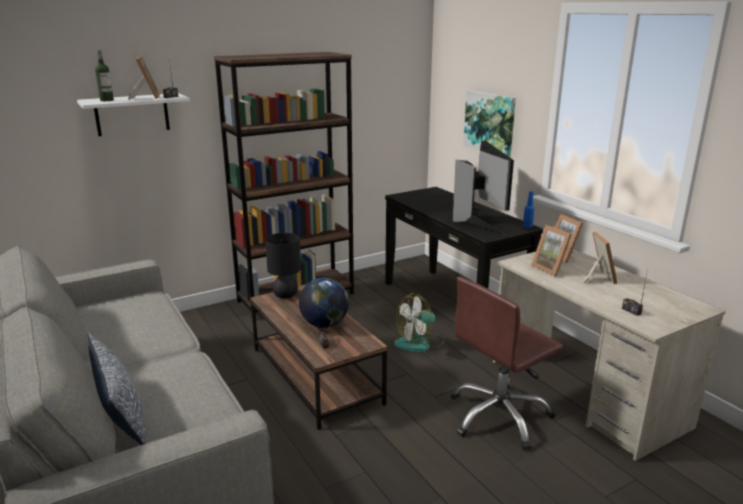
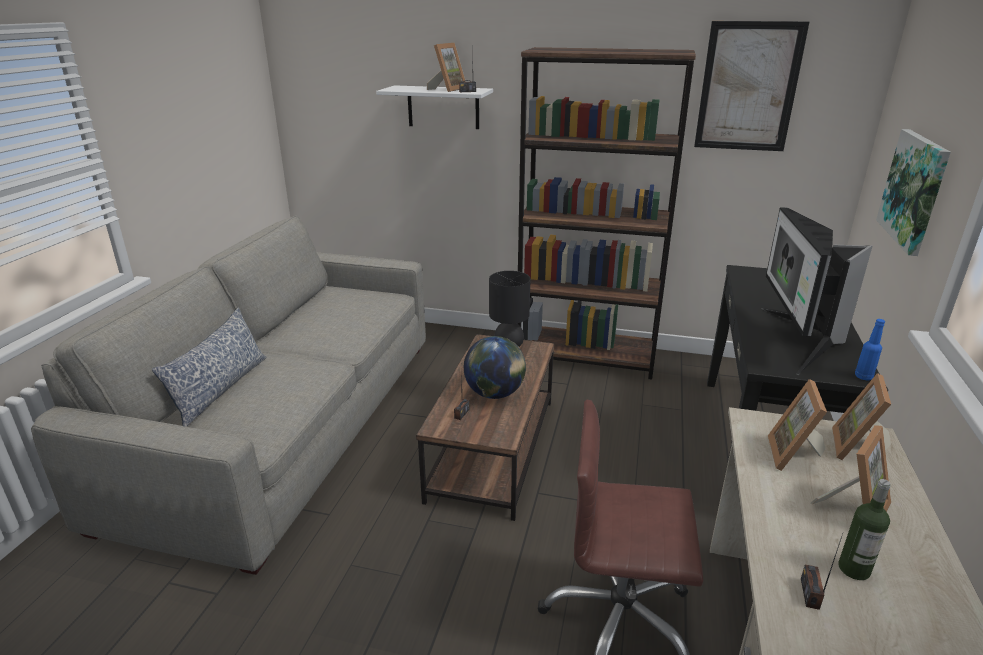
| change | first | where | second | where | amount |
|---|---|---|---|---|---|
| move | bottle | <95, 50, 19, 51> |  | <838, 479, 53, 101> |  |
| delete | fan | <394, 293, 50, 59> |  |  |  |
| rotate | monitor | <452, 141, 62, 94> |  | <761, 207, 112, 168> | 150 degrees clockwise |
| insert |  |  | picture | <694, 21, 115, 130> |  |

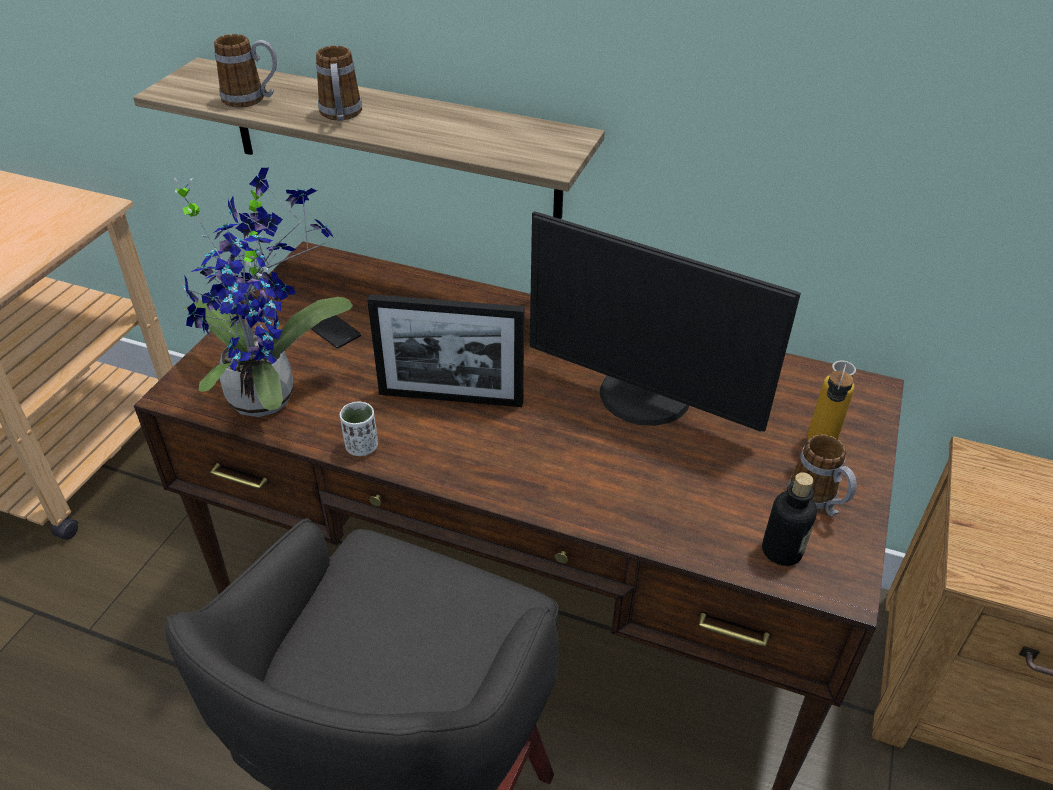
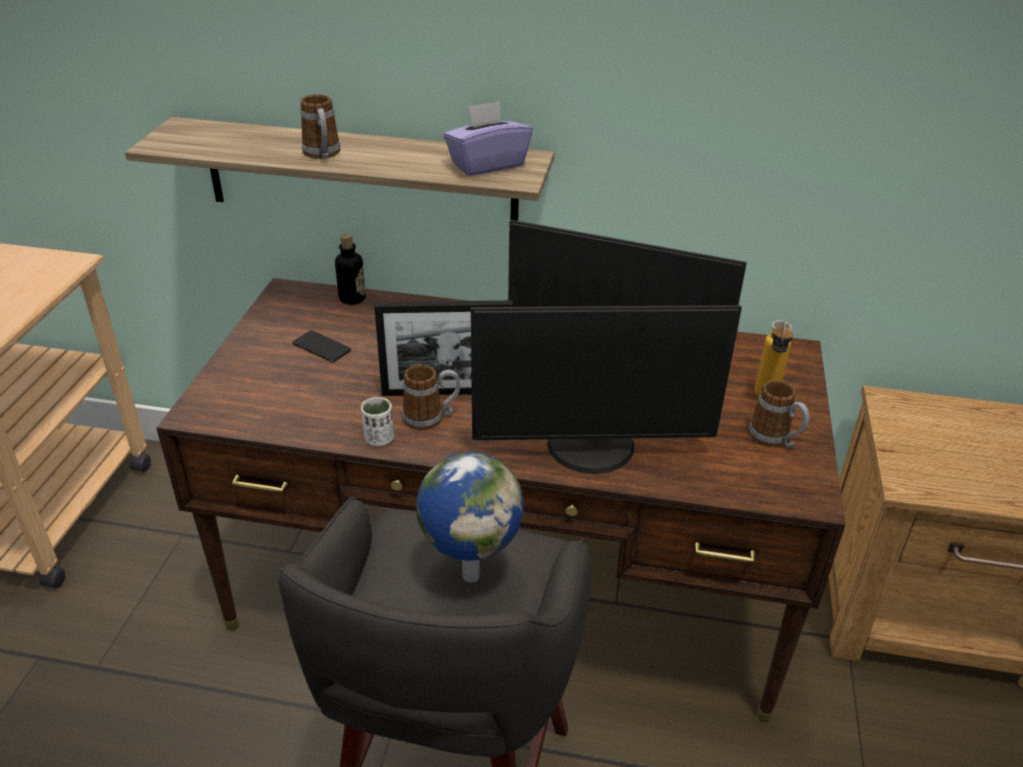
| change | first | where | second | where | amount |
|---|---|---|---|---|---|
| delete | potted_plant | <174, 168, 179, 249> |  |  |  |
| move | mug | <214, 34, 63, 74> |  | <402, 364, 58, 66> |  |
| move | bottle | <762, 472, 55, 94> |  | <335, 234, 31, 71> |  |
| insert |  |  | globe | <416, 452, 108, 131> |  |
| insert |  |  | purple_tissue_box | <444, 101, 89, 75> |  |
| insert |  |  | monitor | <471, 305, 271, 169> |  |

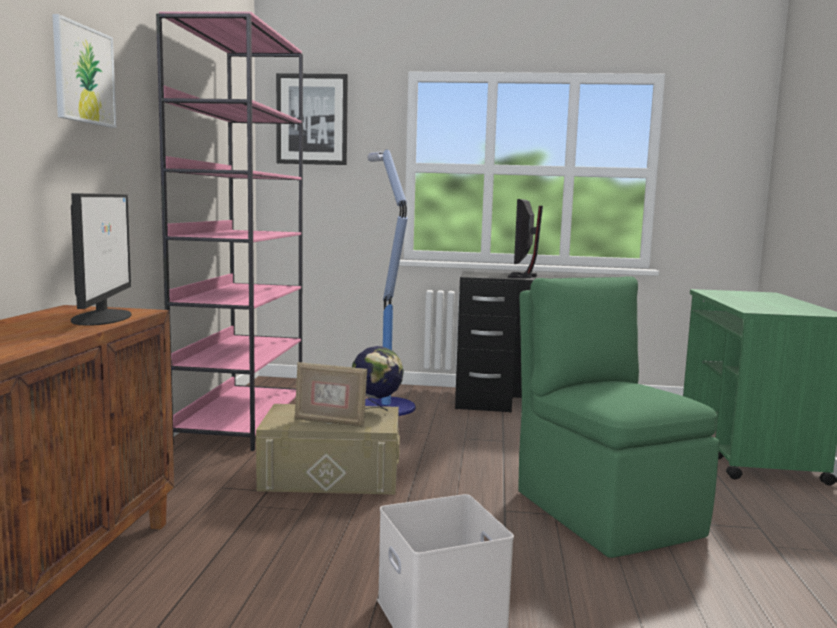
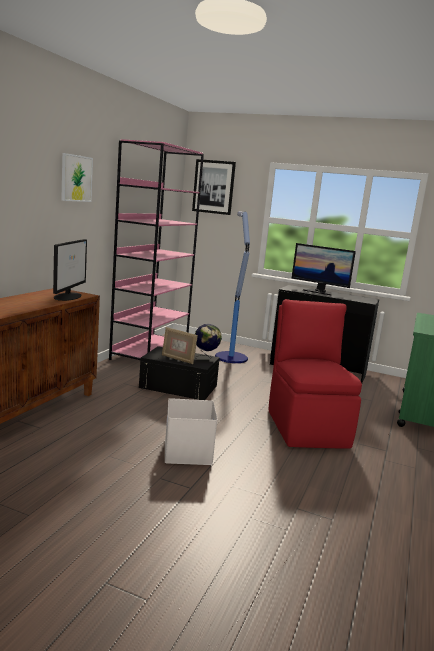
| change | first | where | second | where | amount |
|---|---|---|---|---|---|
| recolor | beige_storage_box | <256, 404, 144, 91> | black_storage_box | <139, 346, 81, 54> |  |
| rotate | monitor | <508, 199, 35, 79> |  | <292, 243, 64, 53> | 90 degrees counterclockwise |
| recolor | green_chair | <518, 276, 201, 282> | red_chair | <268, 299, 94, 150> |  |

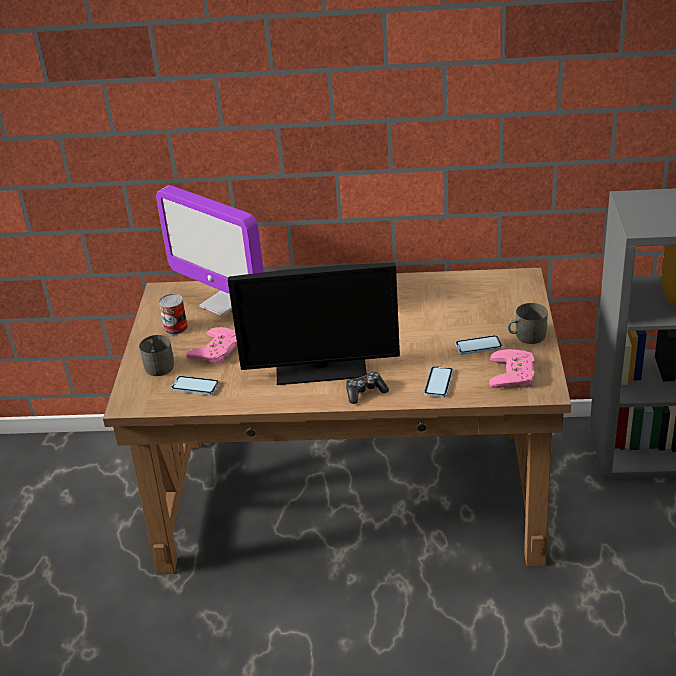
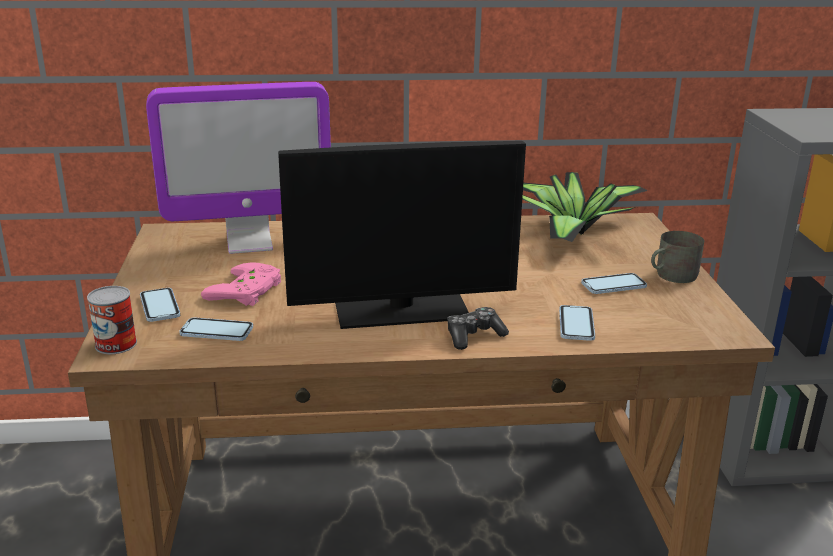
| change | first | where | second | where | amount |
|---|---|---|---|---|---|
| replace | grey_mug | <139, 335, 35, 41> | phone | <140, 288, 40, 34> |  |
| rotate | monitor | <156, 185, 108, 131> |  | <146, 82, 185, 172> | 45 degrees counterclockwise |
| move | can | <159, 294, 29, 41> |  | <87, 286, 50, 68> |  |
| delete | pink_game_controller | <489, 349, 46, 39> |  |  |  |
| insert |  |  | potted_plant | <522, 172, 126, 70> |  |

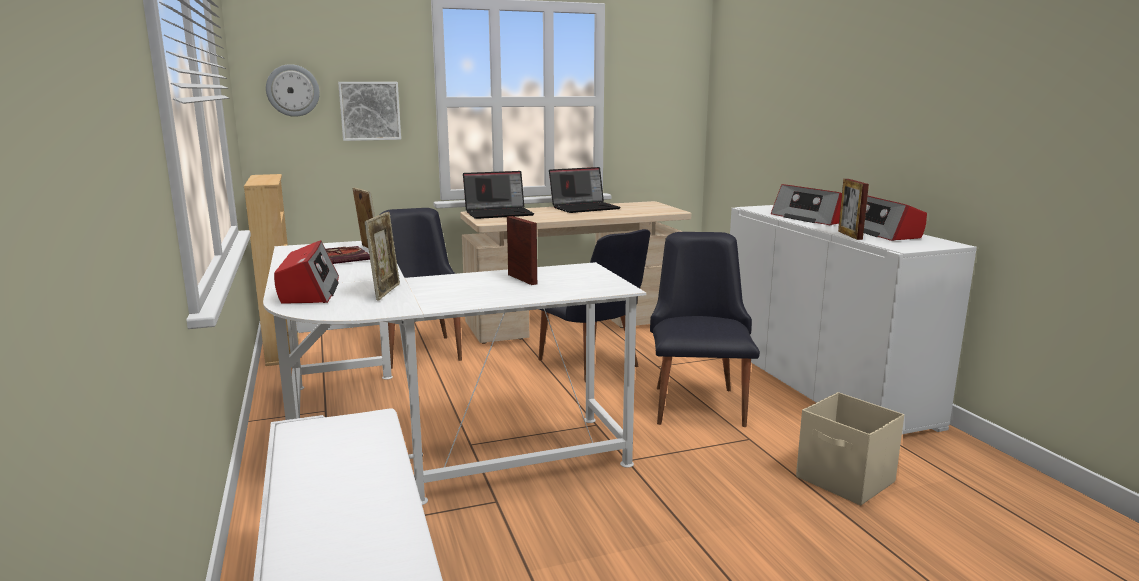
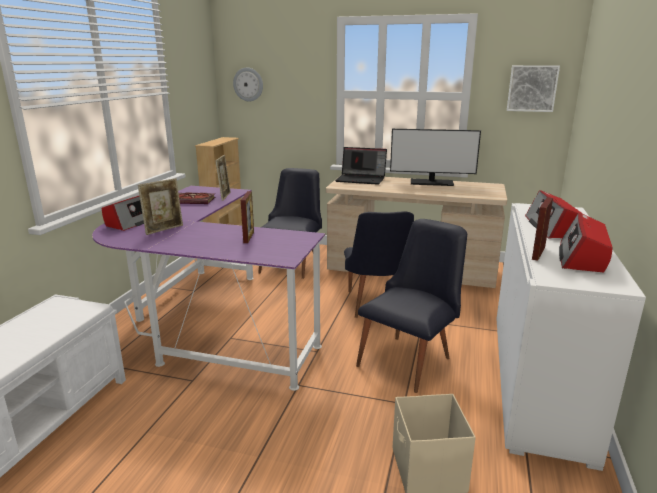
| change | first | where | second | where | amount |
|---|---|---|---|---|---|
| recolor | white_desk | <263, 241, 383, 264> | purple_desk | <92, 186, 233, 205> |  |
| move | picture | <338, 82, 63, 59> |  | <507, 65, 53, 47> |  |
| replace | laptop | <549, 167, 72, 46> | monitor | <390, 129, 91, 57> |  |

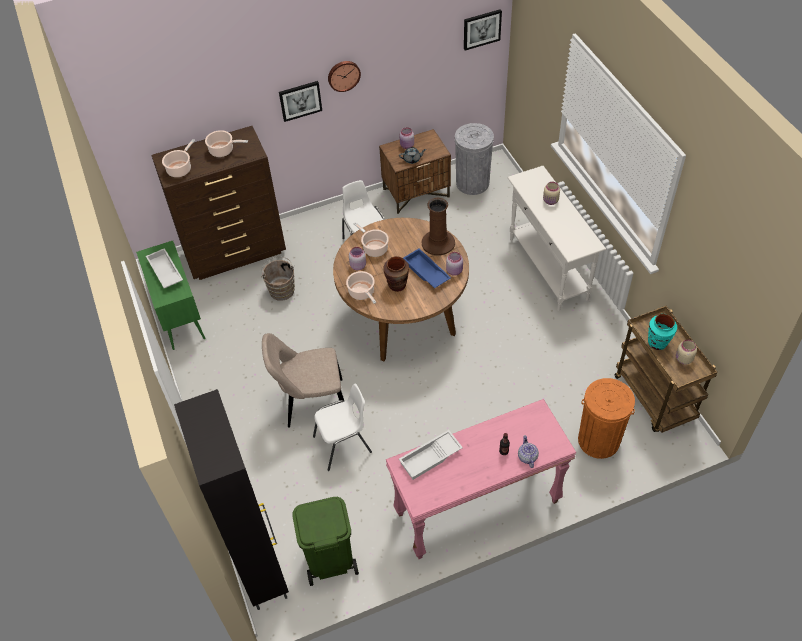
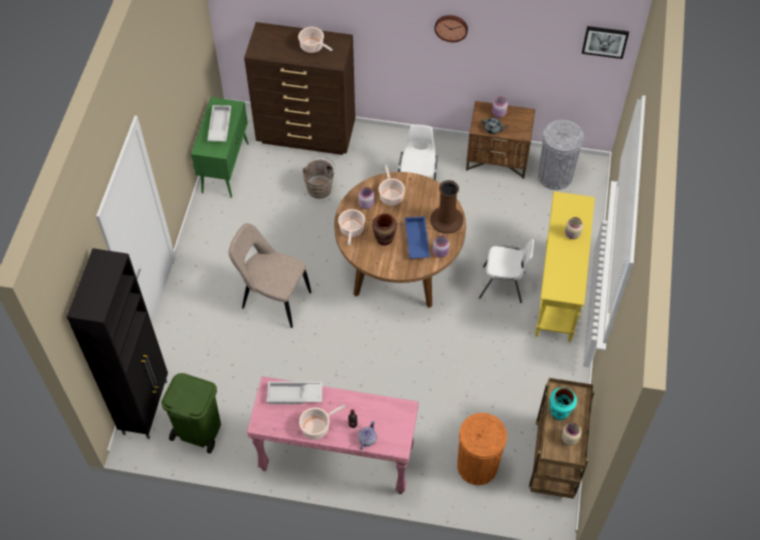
| change | first | where | second | where | amount |
|---|---|---|---|---|---|
| move | cooking_pot | <162, 139, 33, 38> |  | <299, 405, 46, 34> |  |
| delete | picture | <279, 81, 43, 41> |  |  |  |
| move | white_chair | <313, 383, 59, 88> |  | <479, 239, 55, 64> |  |
| recolor | white_console_table | <507, 166, 99, 145> | yellow_console_table | <535, 191, 60, 151> |  |

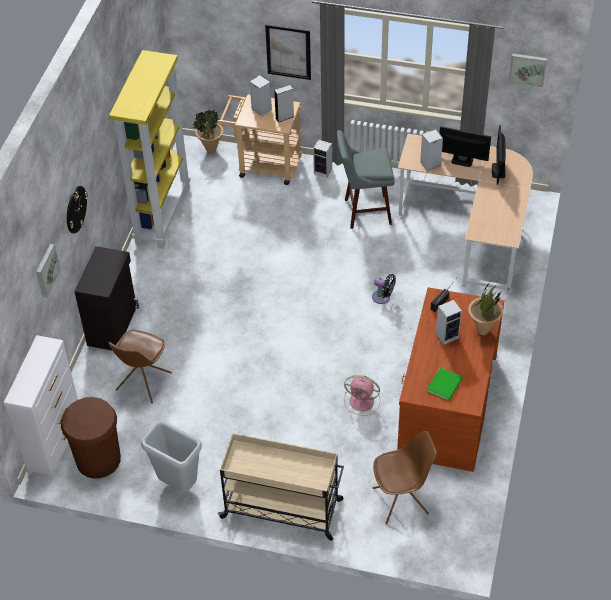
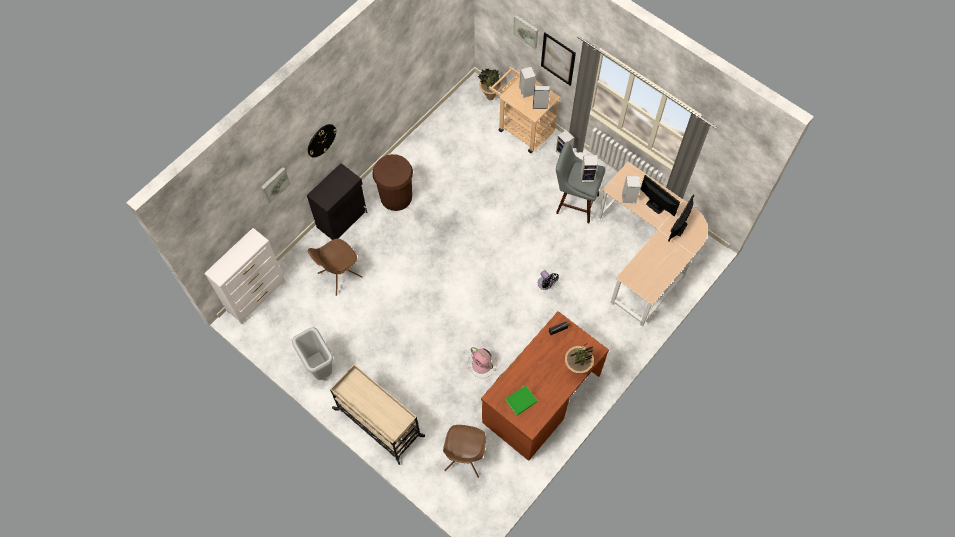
| change | first | where | second | where | amount |
|---|---|---|---|---|---|
| move | brown_trash_can | <61, 397, 60, 82> |  | <372, 154, 41, 57> |  |
| delete | yellow_bookcase | <109, 50, 82, 199> |  |  |  |
| rotate | brown_chair | <373, 431, 64, 94> |  | <443, 425, 43, 53> | 90 degrees clockwise |
| move | speaker | <436, 300, 26, 45> |  | <581, 155, 17, 27> |  |
| move | picture | <509, 53, 38, 34> |  | <513, 15, 25, 34> |  |

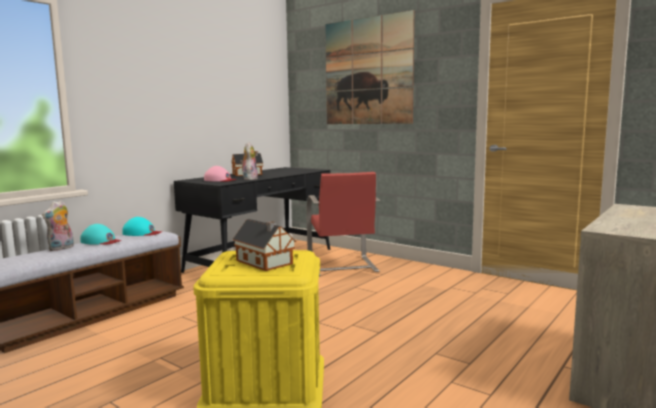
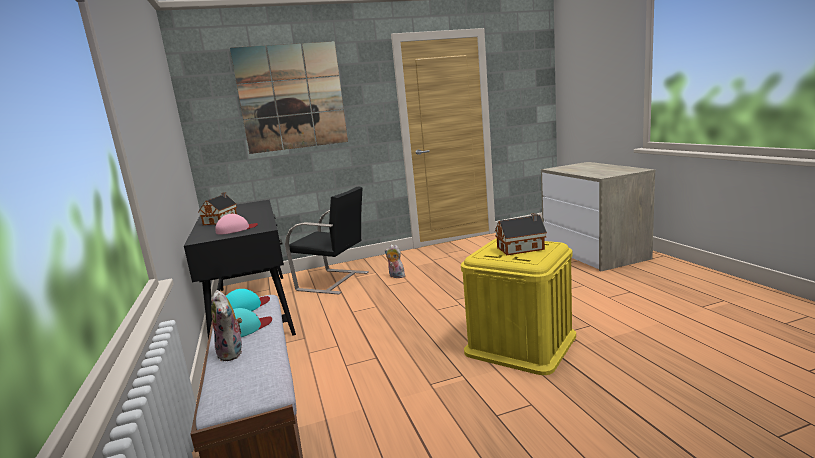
| change | first | where | second | where | amount |
|---|---|---|---|---|---|
| move | plush_toy | <240, 142, 18, 38> |  | <385, 244, 20, 34> |  |
| recolor | red_chair | <306, 172, 74, 104> | black_chair | <285, 186, 84, 108> |  |

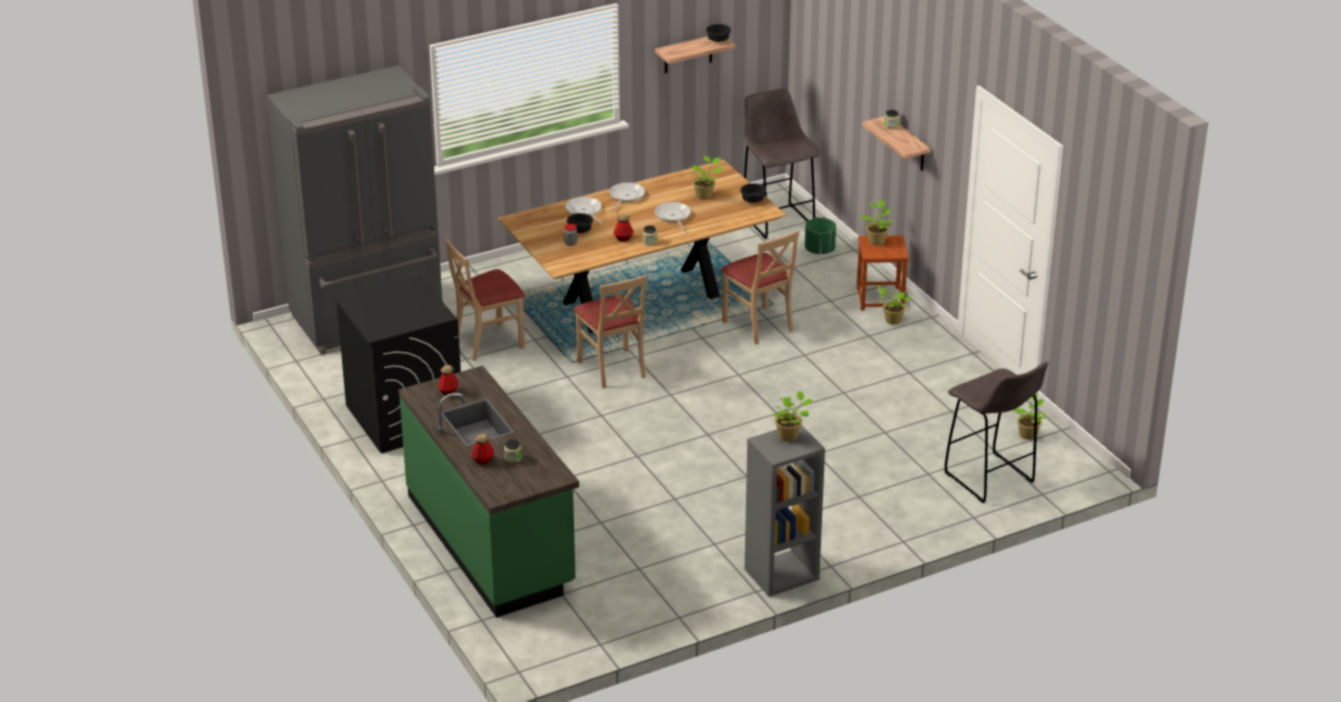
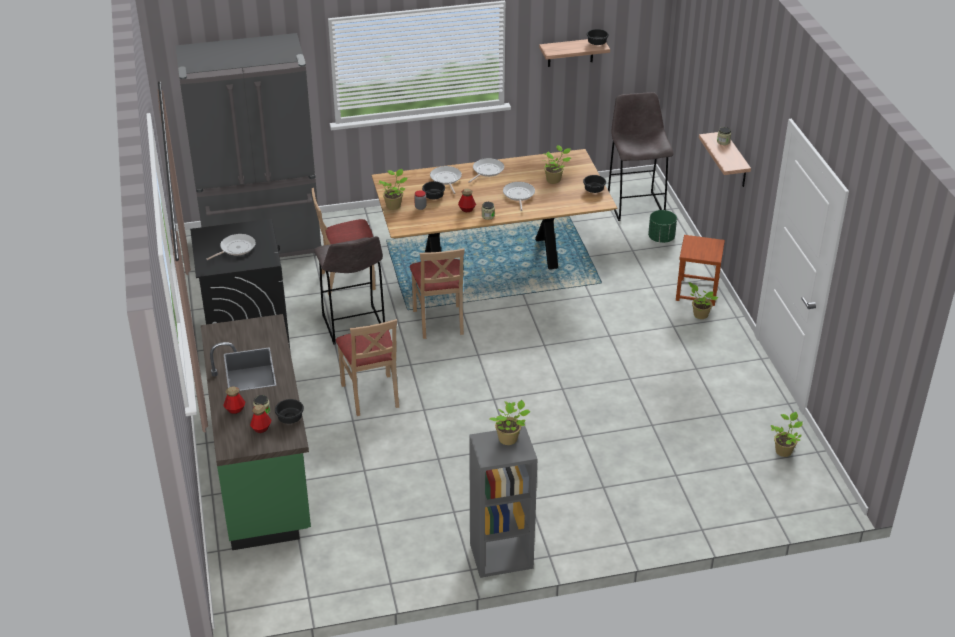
| change | first | where | second | where | amount |
|---|---|---|---|---|---|
| move | bottle | <438, 365, 21, 30> |  | <250, 404, 21, 29> |  |
| move | beige_chair | <721, 230, 79, 115> |  | <336, 319, 63, 97> |  |
| move | potted_plant | <861, 200, 31, 46> |  | <379, 169, 29, 41> |  |
| move | grey_stool | <944, 362, 104, 141> |  | <314, 236, 71, 109> |  |
| insert |  |  | frying_pan | <206, 234, 50, 26> |  |
| insert |  |  | black_bowl | <275, 399, 29, 25> |  |

